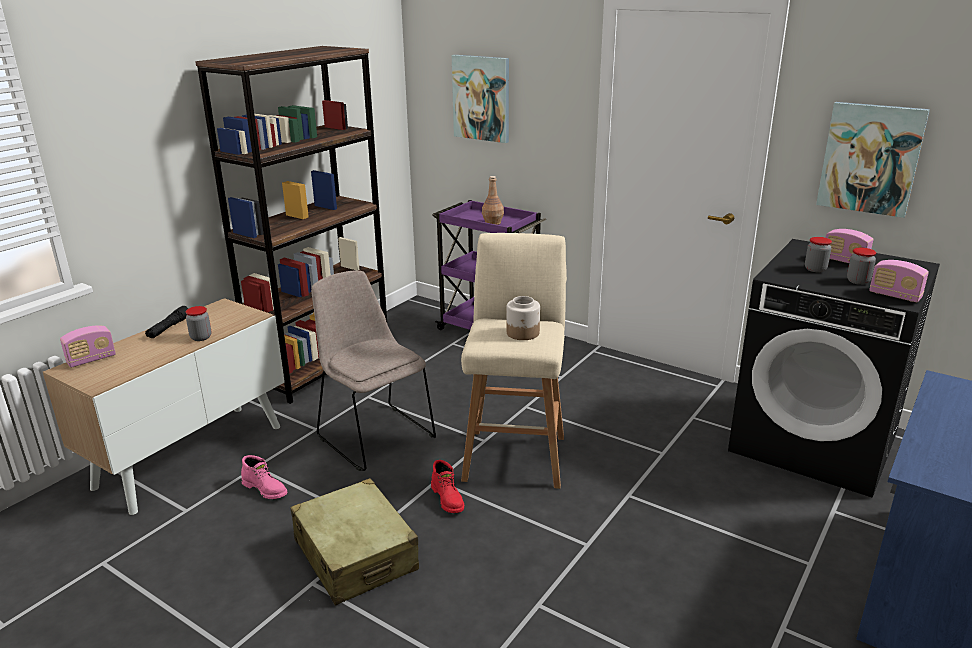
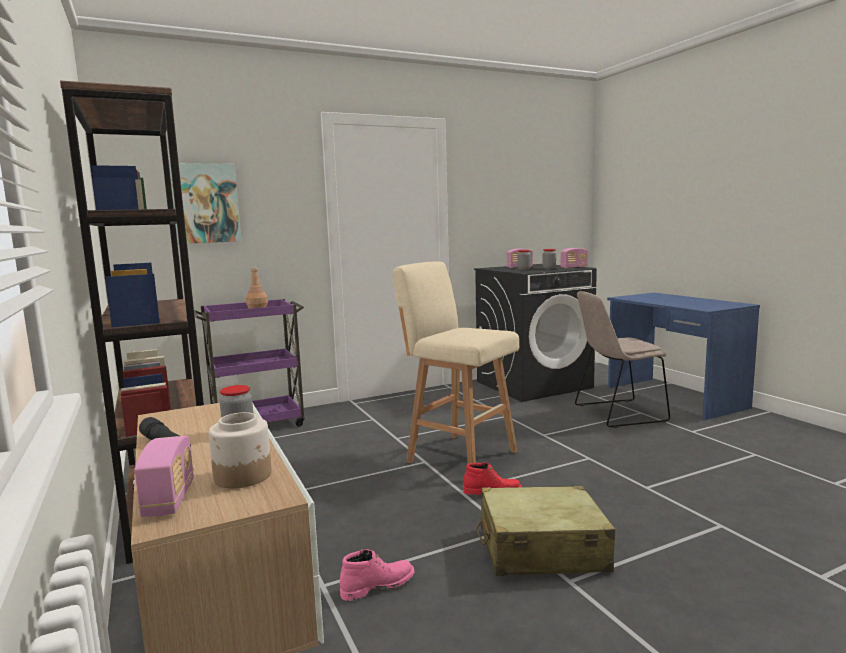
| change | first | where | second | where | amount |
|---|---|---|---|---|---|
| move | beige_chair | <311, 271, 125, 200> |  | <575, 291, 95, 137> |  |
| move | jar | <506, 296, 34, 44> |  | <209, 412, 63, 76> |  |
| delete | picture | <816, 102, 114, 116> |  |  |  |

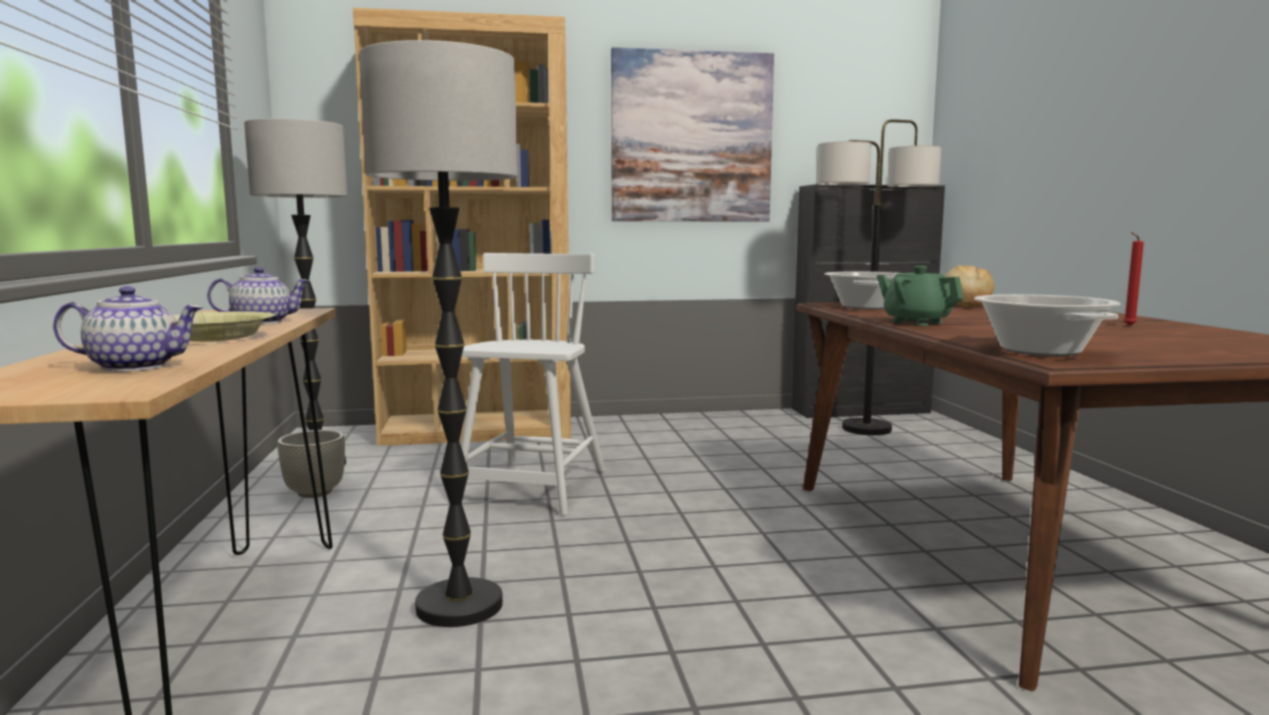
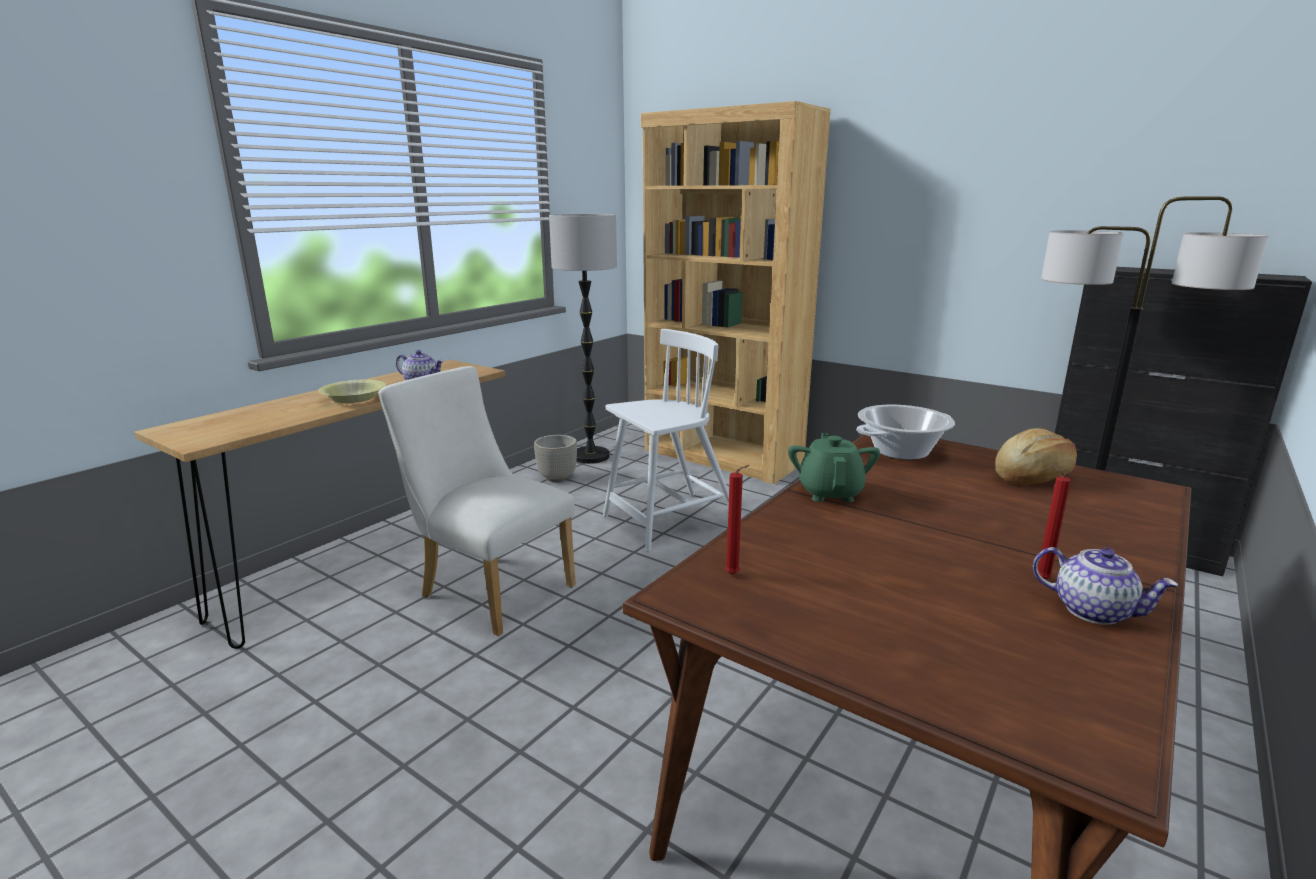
| change | first | where | second | where | amount |
|---|---|---|---|---|---|
| move | teapot | <53, 286, 150, 86> |  | <1033, 547, 145, 78> |  |
| replace | floor_lamp | <359, 40, 159, 587> | white_chair | <379, 366, 197, 270> |  |
| delete | picture | <611, 47, 163, 174> |  |  |  |
| replace | cooking_pot | <974, 294, 147, 62> | red_candle | <725, 465, 24, 110> |  |

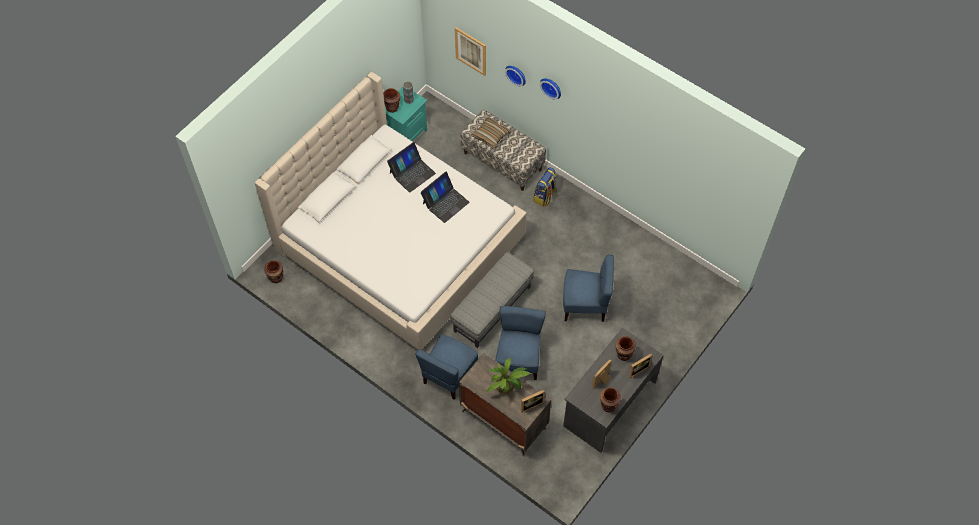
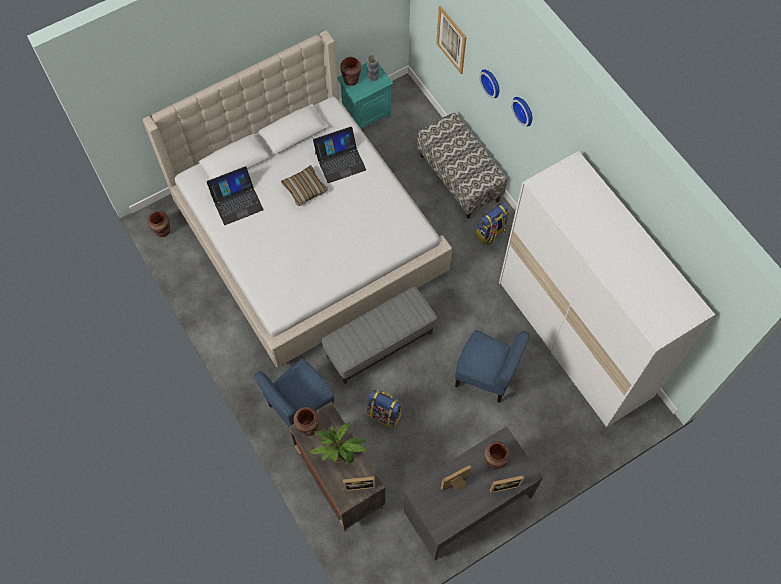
| change | first | where | second | where | amount |
|---|---|---|---|---|---|
| move | laptop | <421, 172, 48, 51> |  | <207, 166, 57, 59> |  |
| move | pillow | <471, 117, 39, 31> |  | <281, 165, 47, 41> |  |
| replace | blue_chair | <495, 306, 51, 74> | backpack | <367, 390, 35, 38> |  |
| move | brown_vase | <600, 387, 21, 26> |  | <294, 407, 25, 29> |  |
| insert |  |  | white_wardrobe | <499, 151, 216, 276> |  |

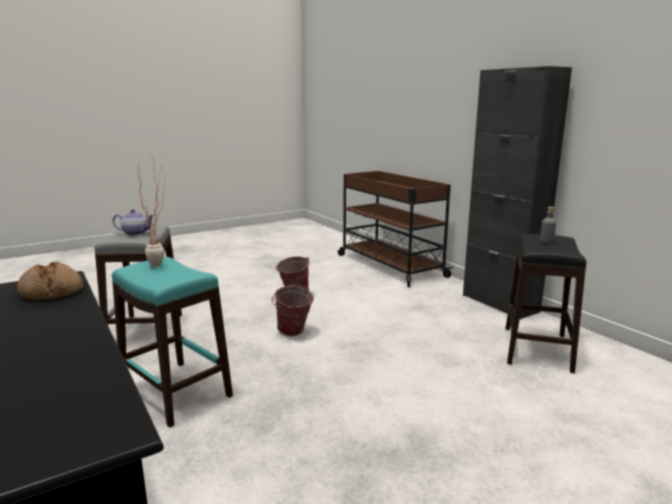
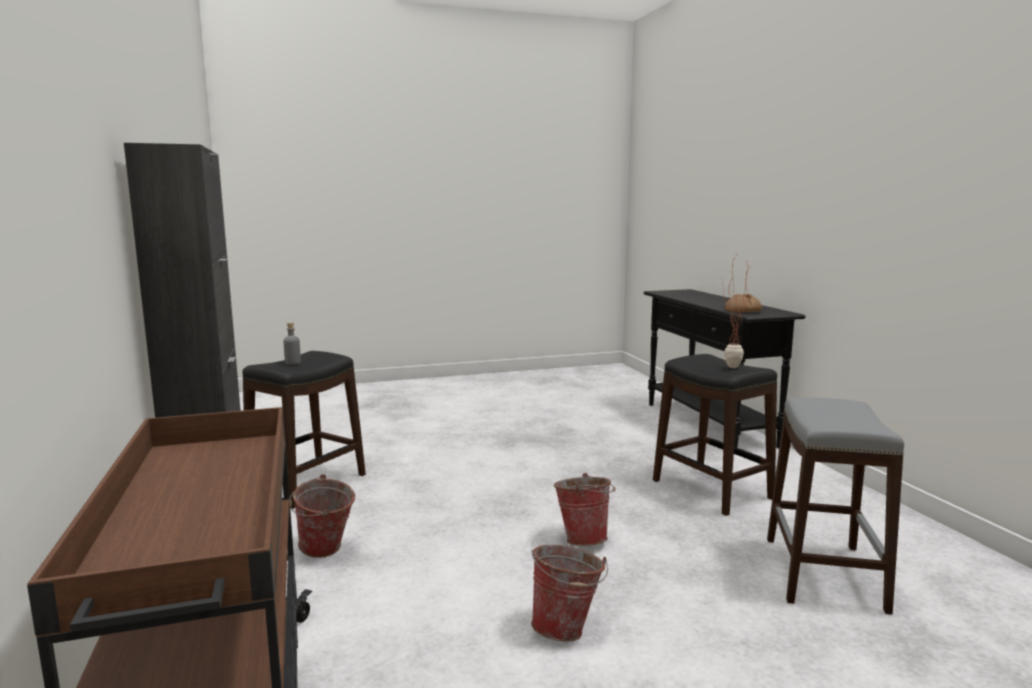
| change | first | where | second | where | amount |
|---|---|---|---|---|---|
| recolor | turquoise_stool | <112, 257, 121, 171> | black_stool | <653, 354, 124, 162> |  |
| delete | teapot | <113, 209, 42, 27> |  |  |  |
| insert |  |  | bucket | <290, 474, 65, 84> |  |

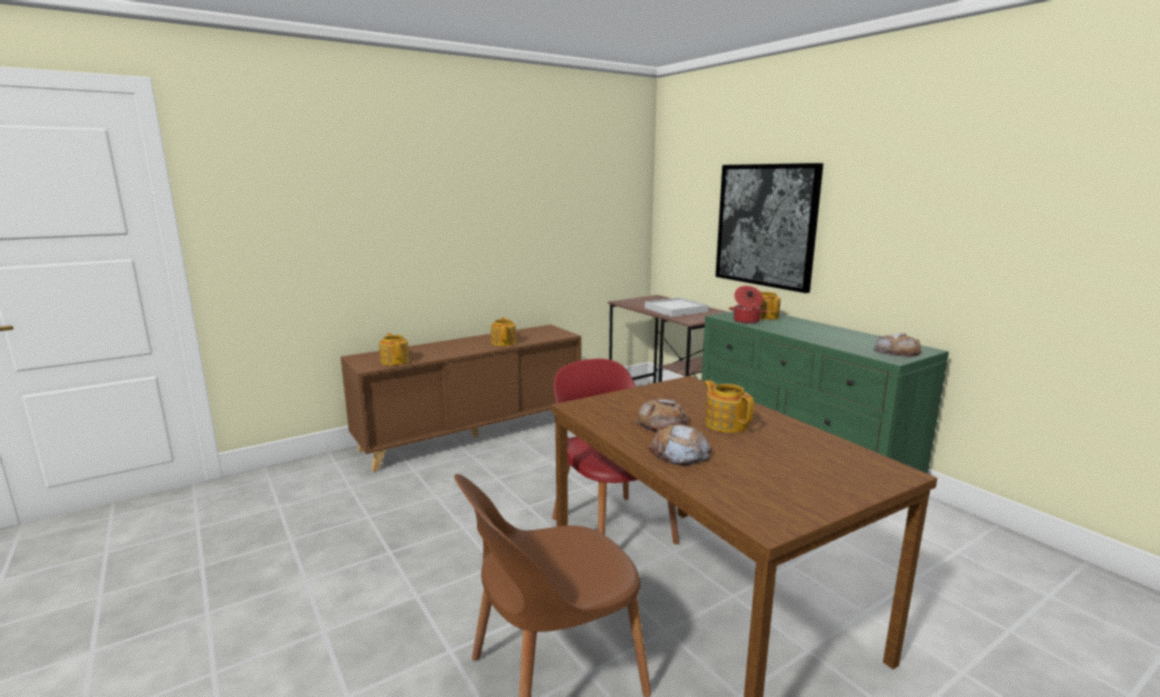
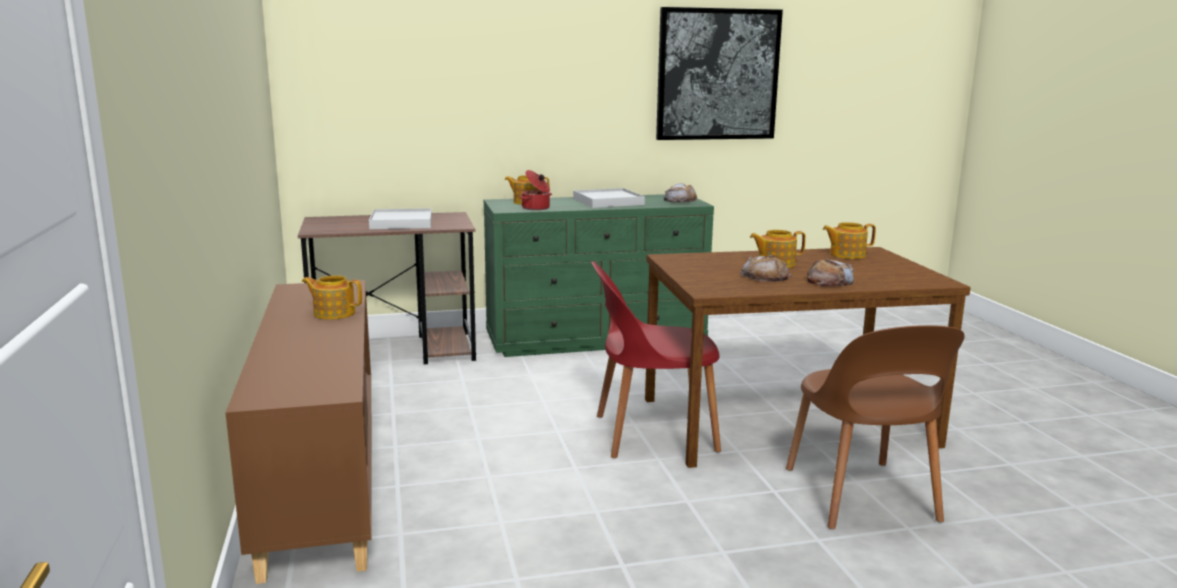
| change | first | where | second | where | amount |
|---|---|---|---|---|---|
| move | teapot | <379, 333, 30, 33> |  | <823, 222, 53, 37> |  |
| move | picture | <715, 163, 108, 130> |  | <656, 7, 127, 133> |  |
| insert |  |  | white_tray | <573, 188, 72, 20> |  |

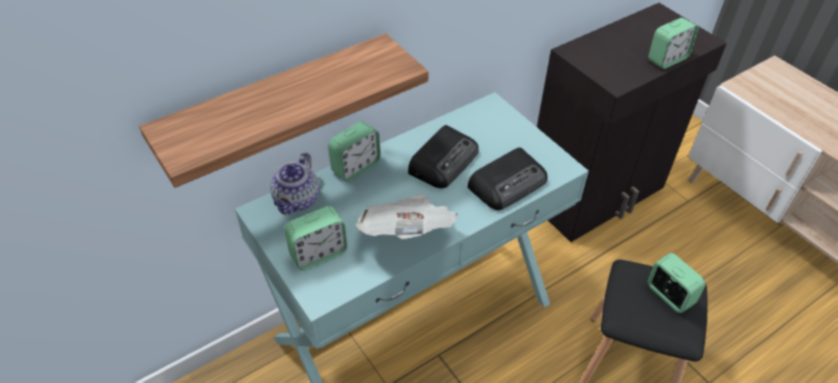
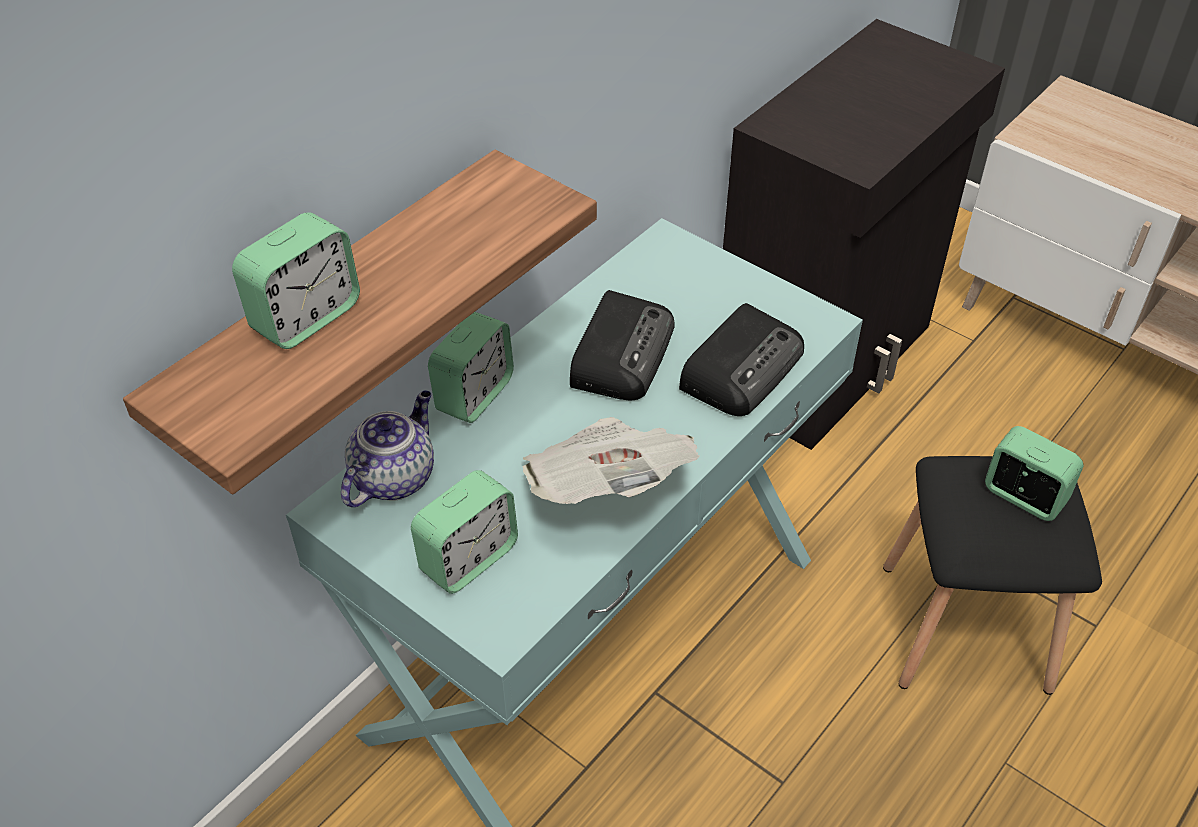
| change | first | where | second | where | amount |
|---|---|---|---|---|---|
| rotate | teapot | <270, 152, 49, 63> |  | <341, 390, 93, 117> | 150 degrees counterclockwise |
| move | alarm_clock | <648, 18, 51, 51> |  | <232, 212, 128, 137> |  |

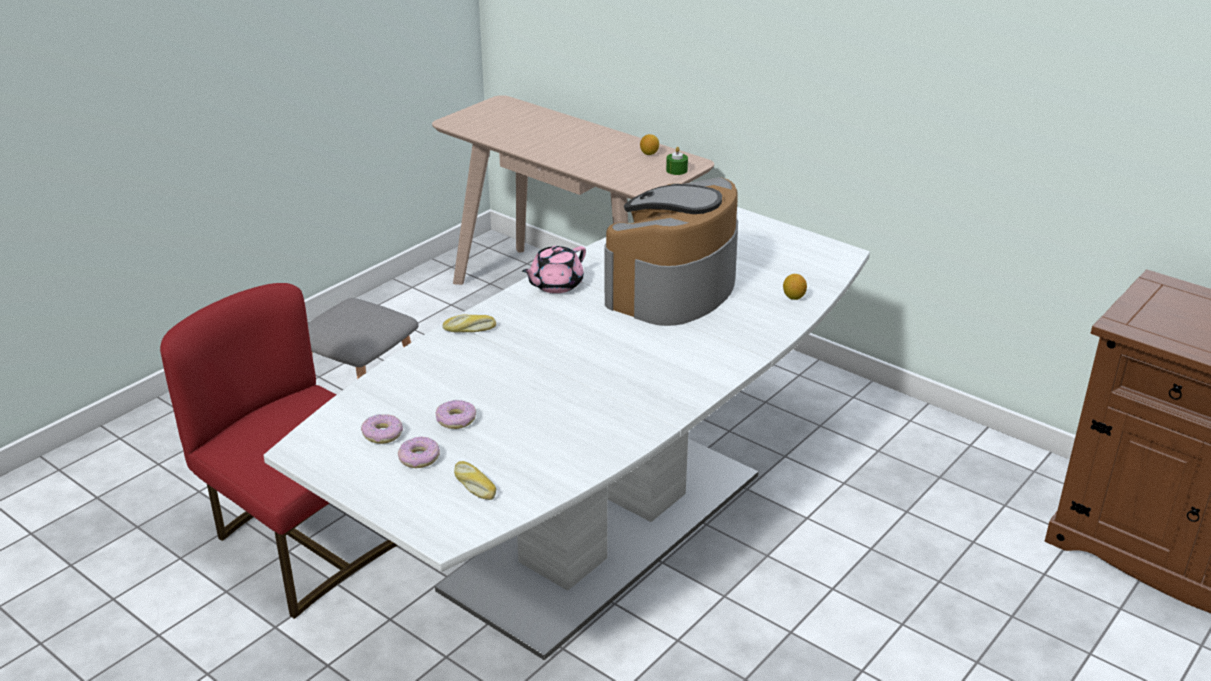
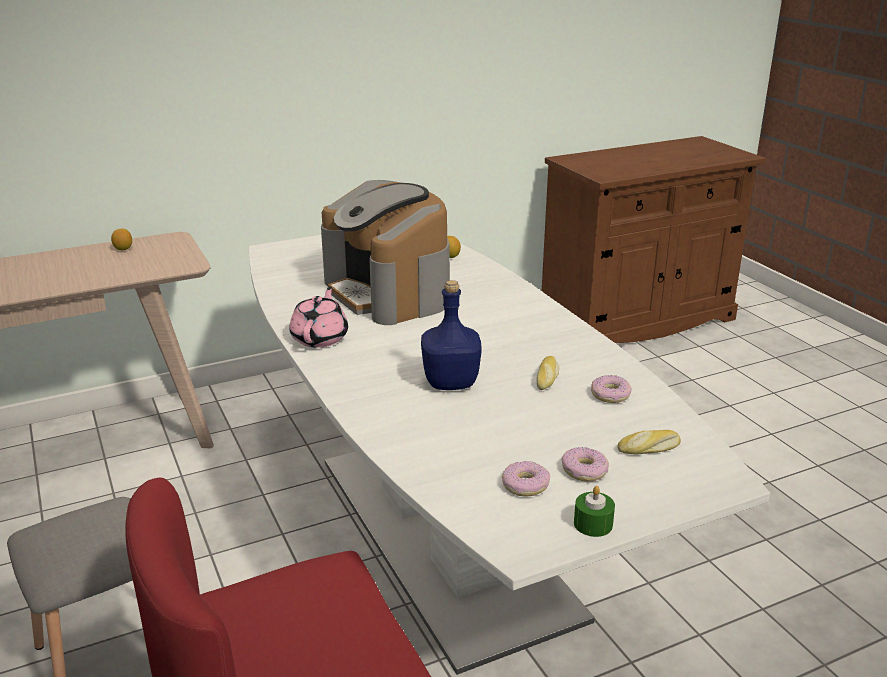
| change | first | where | second | where | amount |
|---|---|---|---|---|---|
| move | donut | <436, 400, 40, 29> |  | <591, 375, 41, 28> |  |
| move | bread | <443, 314, 53, 19> |  | <537, 356, 22, 34> |  |
| rotate | pink_teapot | <522, 246, 64, 47> |  | <290, 286, 58, 62> | 150 degrees counterclockwise |
| move | green_candle | <666, 147, 22, 28> |  | <574, 486, 41, 51> |  |
| insert |  |  | blue_bottle | <421, 280, 60, 110> |  |

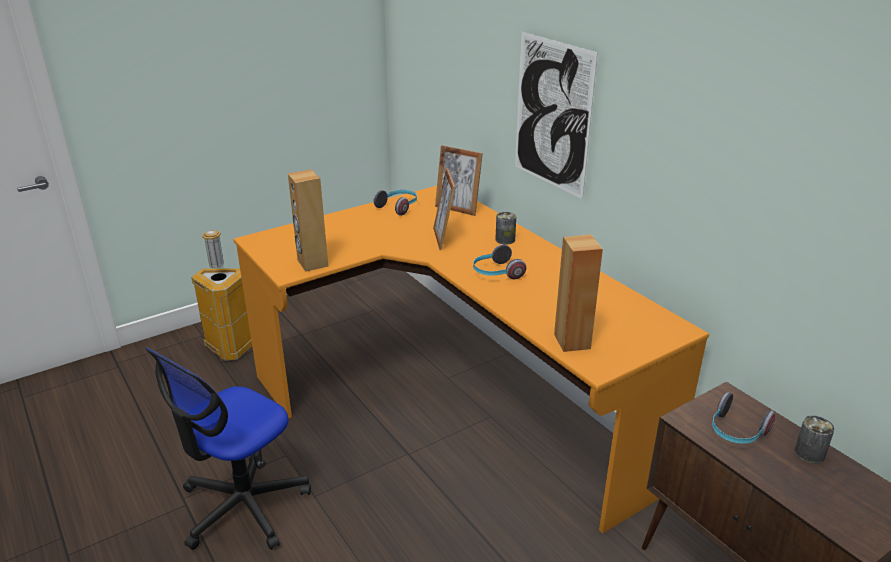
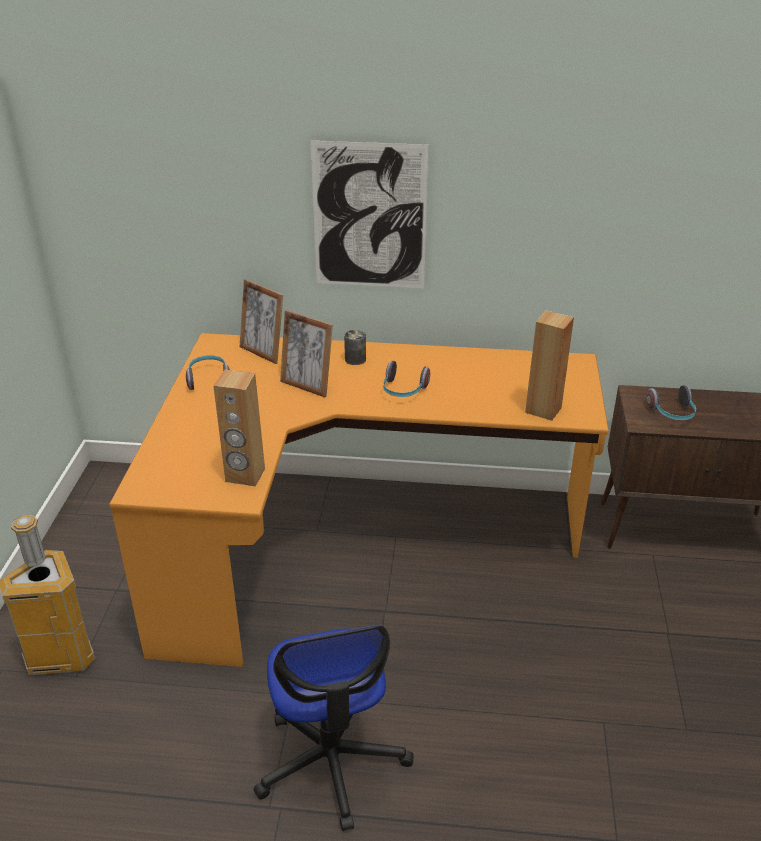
| change | first | where | second | where | amount |
|---|---|---|---|---|---|
| rotate | picture_frame | <435, 145, 48, 71> |  | <240, 279, 43, 85> | 60 degrees clockwise |
| delete | can | <794, 416, 41, 48> |  |  |  |

